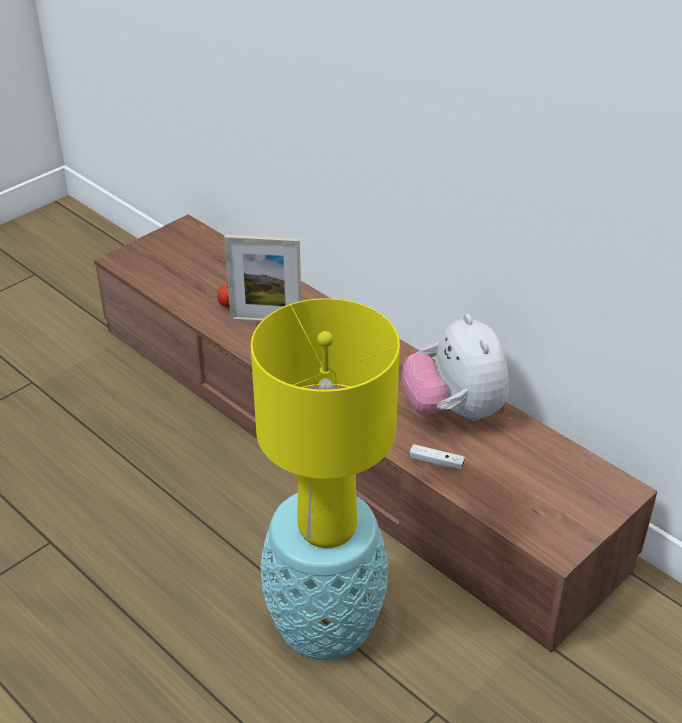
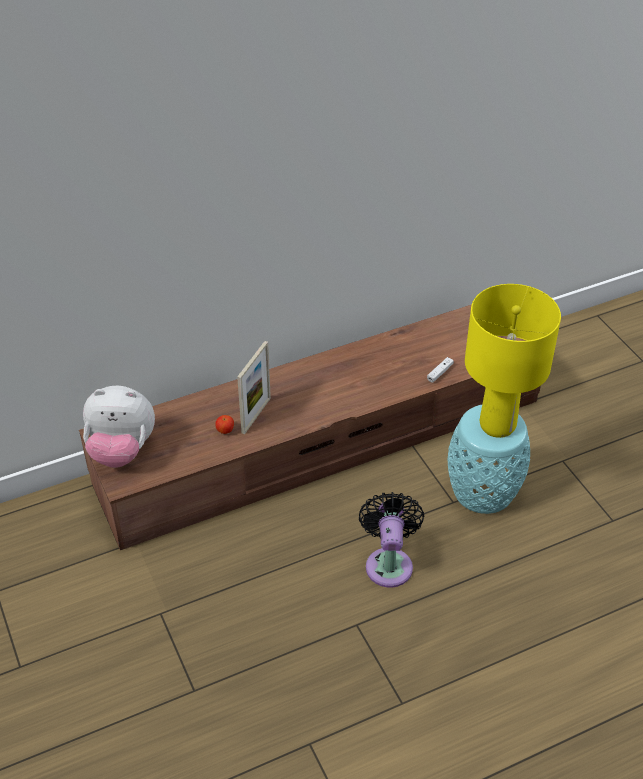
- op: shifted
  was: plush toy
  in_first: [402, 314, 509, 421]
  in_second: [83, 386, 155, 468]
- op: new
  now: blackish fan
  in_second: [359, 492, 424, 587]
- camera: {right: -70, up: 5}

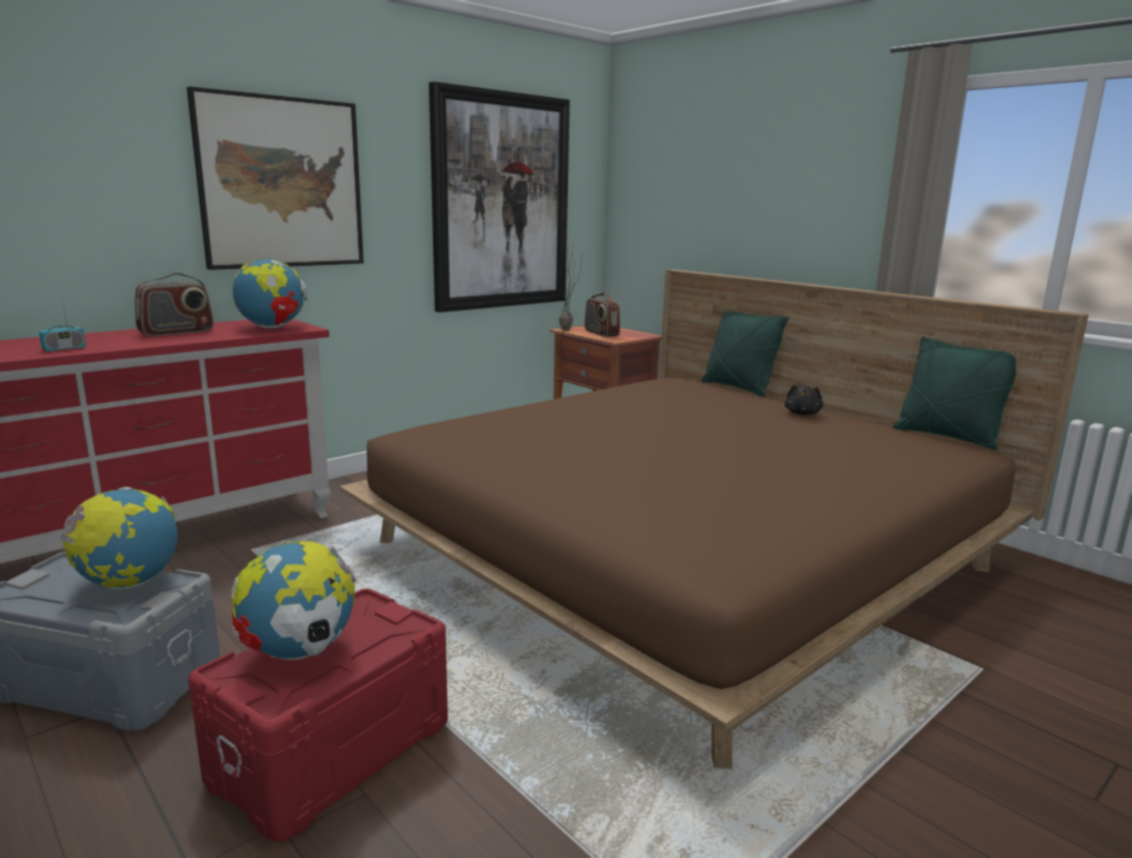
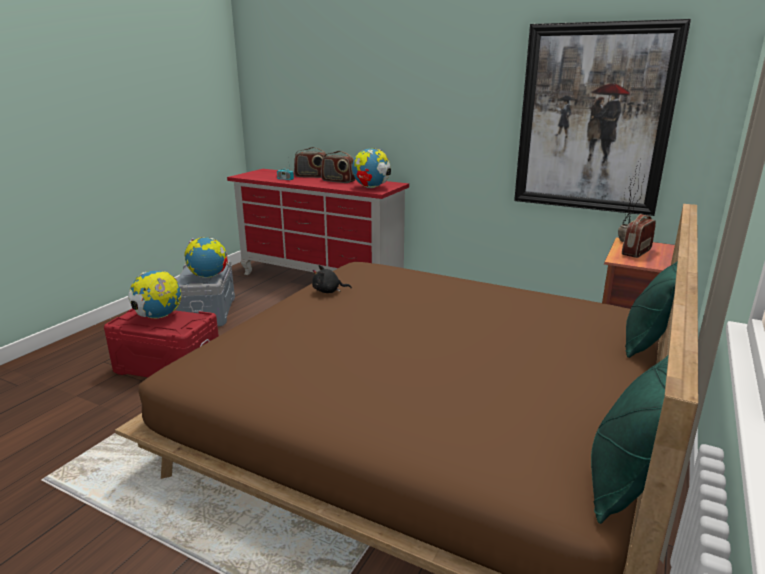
- op: gone
  was: wall art
  in_first: [187, 86, 364, 270]
- op: shifted
  was: blackish plush toy
  in_first: [784, 384, 823, 415]
  in_second: [312, 265, 352, 293]
- op: new
  now: radio receiver
  in_second: [294, 147, 326, 178]
- camera: {right: 70, up: 5}

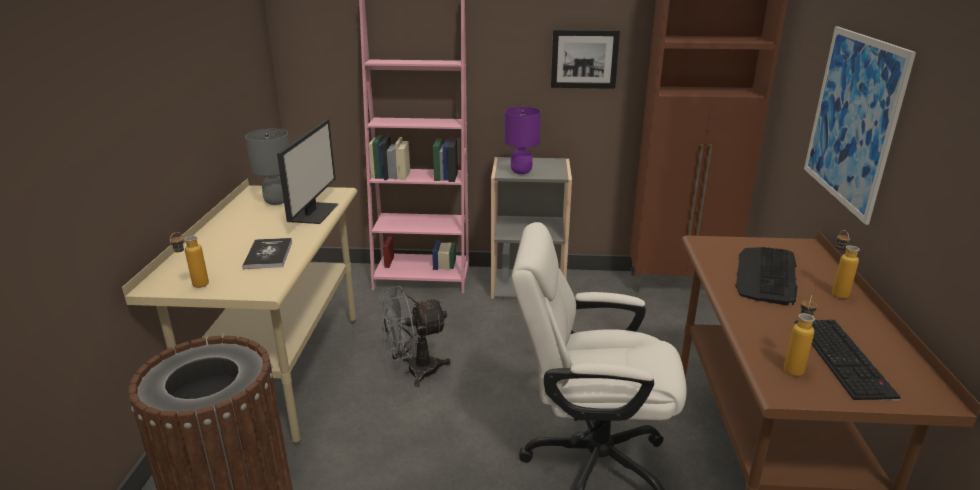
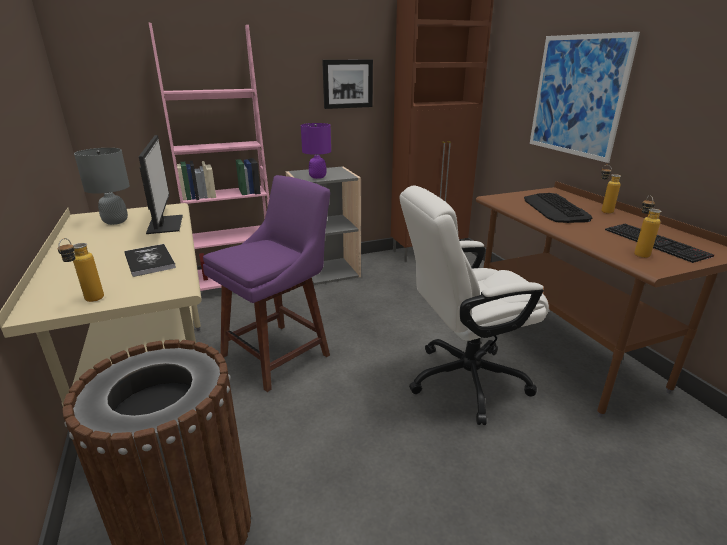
- op: swapped
  was: gray fan
  now: purple-coloured stool
  in_first: [379, 286, 451, 387]
  in_second: [203, 175, 330, 392]
- camera: {right: -25, up: 0}

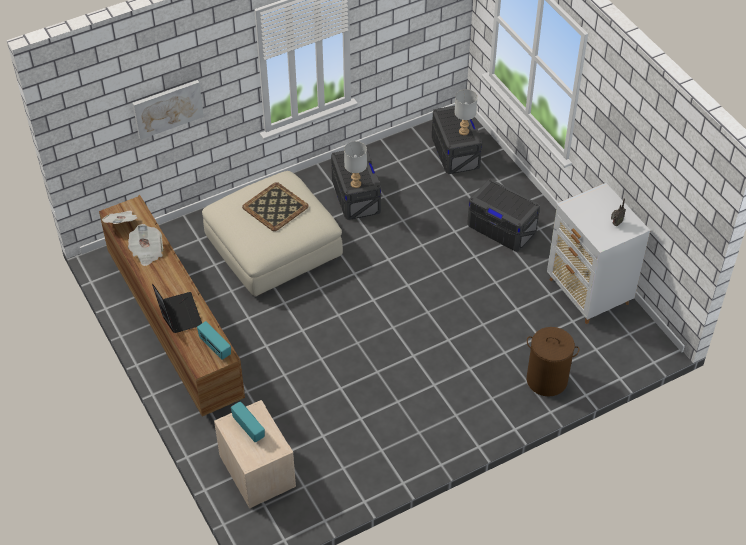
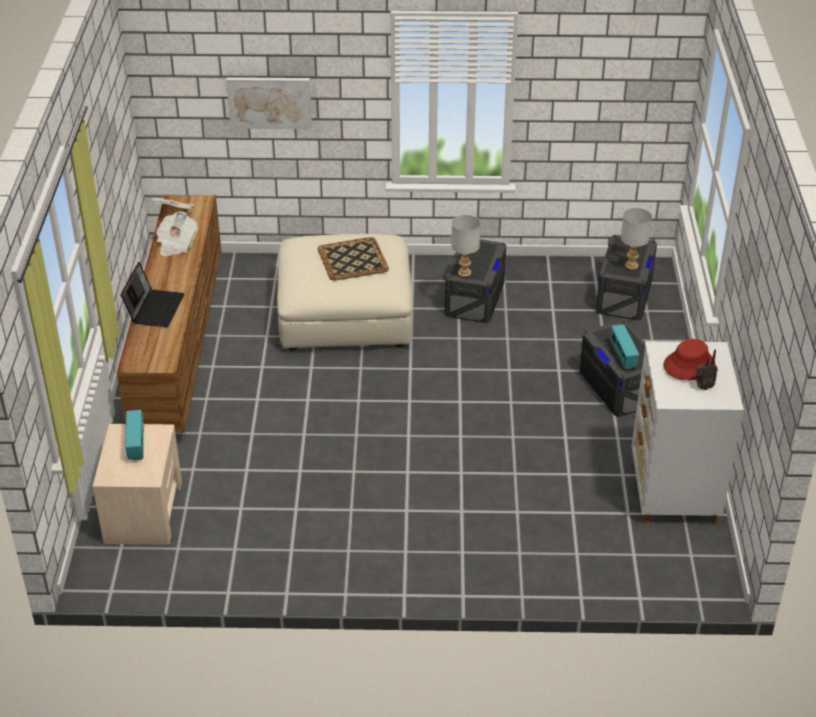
- op: shifted
  was: radio receiver
  in_first: [197, 321, 231, 360]
  in_second: [611, 324, 639, 369]
- op: gone
  was: brown laundry basket
  in_first: [527, 327, 580, 397]
- op: new
  now: reddish hat
  in_second: [664, 339, 715, 380]
- camera: {right: 30, up: -10}

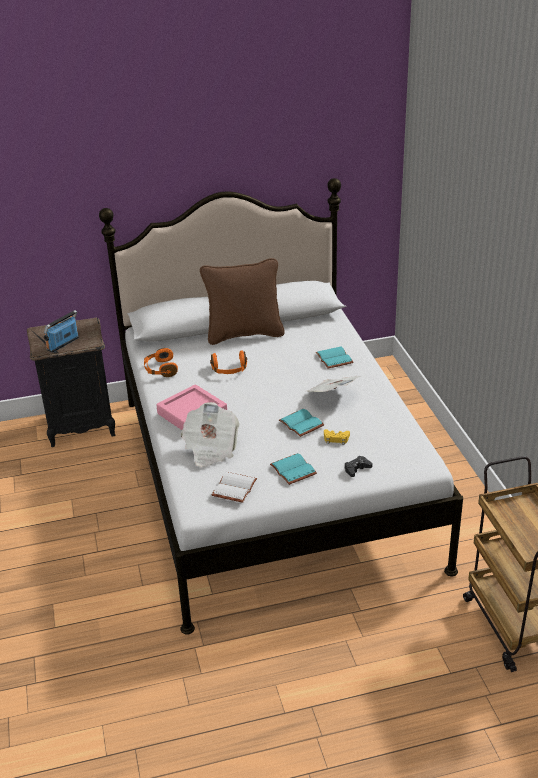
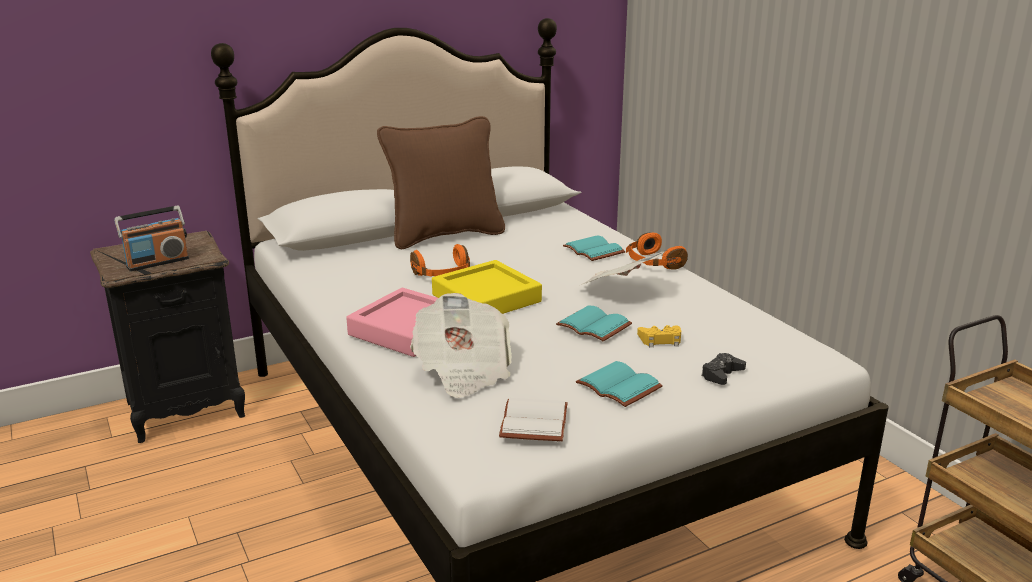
- op: rotated
  was: radio receiver
  in_first: [44, 310, 79, 353]
  in_second: [114, 206, 189, 271]
  clockwise: -150
- op: shifted
  was: orange headphones
  in_first: [144, 348, 178, 377]
  in_second: [626, 233, 688, 270]
- op: new
  now: yellow-coloured tray
  in_second: [432, 260, 542, 314]
- camera: {right: -15, up: -10}

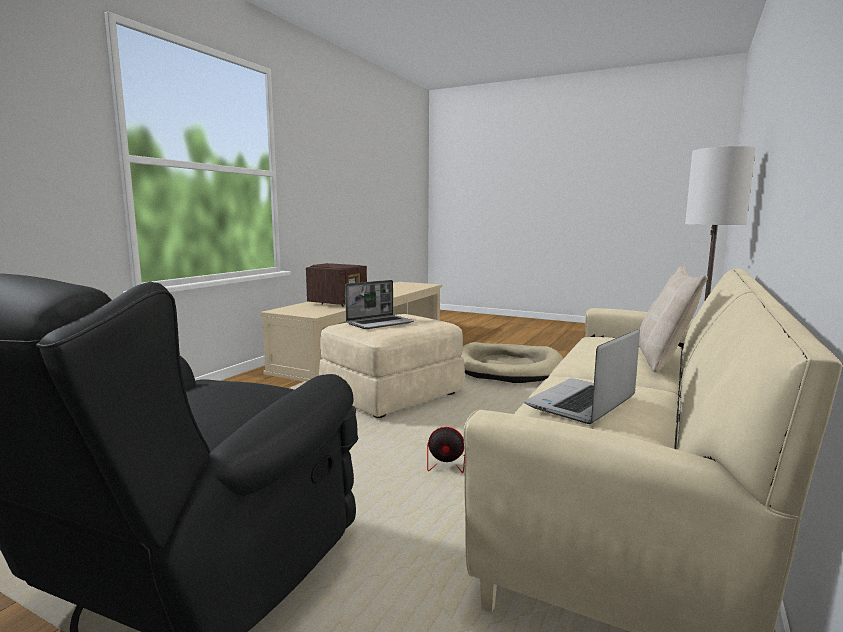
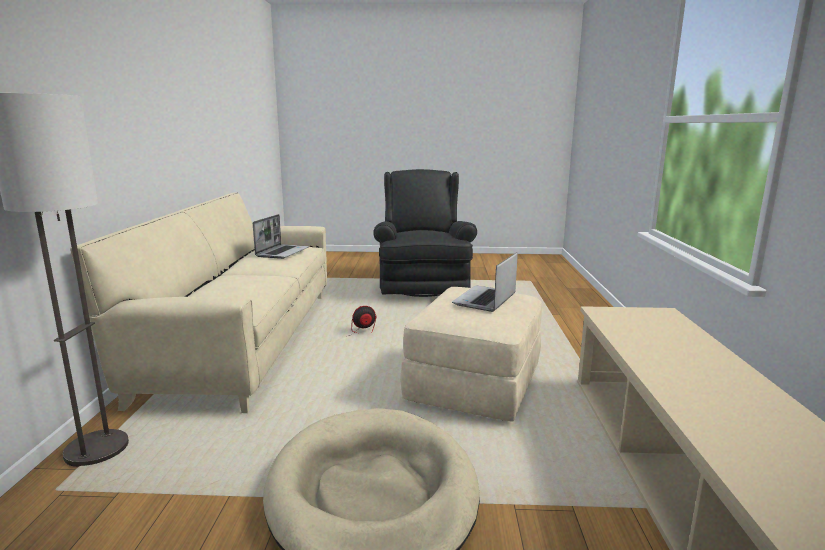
- op: gone
  was: radio receiver
  in_first: [306, 263, 367, 307]
- op: gone
  was: sand-coloured cushion
  in_first: [639, 265, 708, 373]
- camera: {right: 155, up: 5}

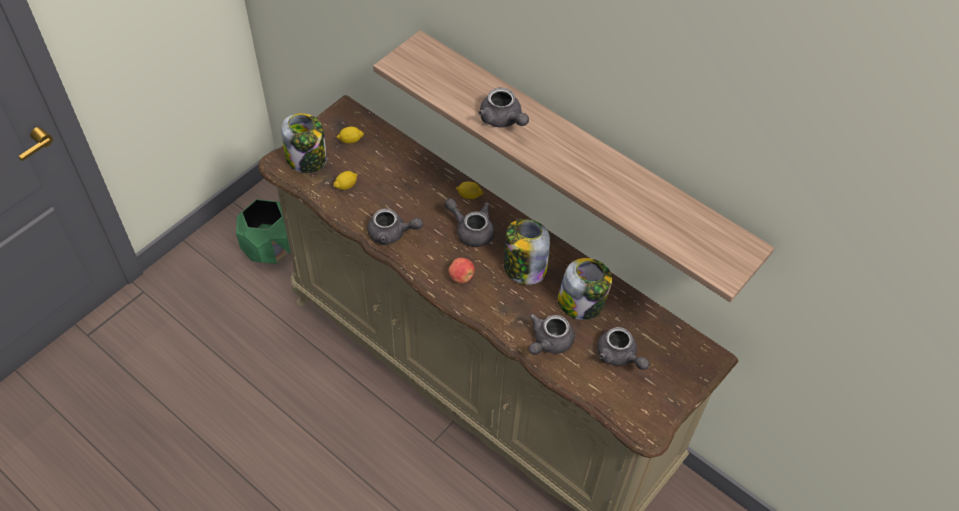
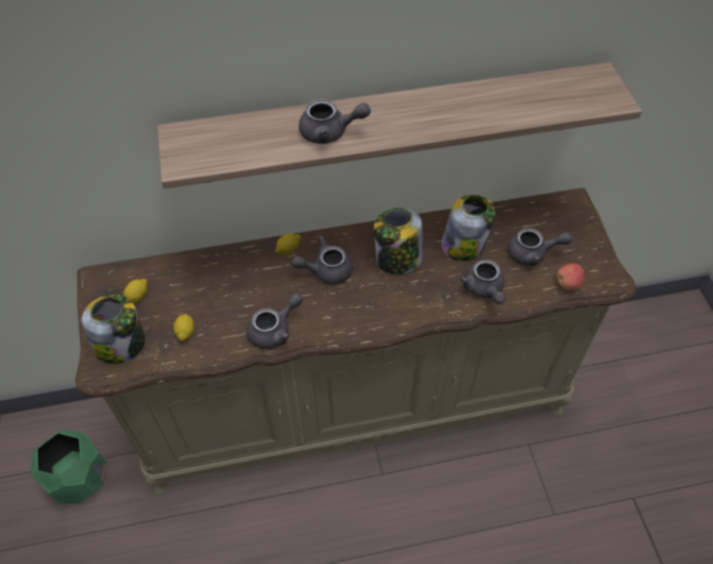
- op: shifted
  was: whole apple
  in_first: [448, 258, 475, 283]
  in_second: [557, 263, 584, 290]
- camera: {right: -50, up: 0}

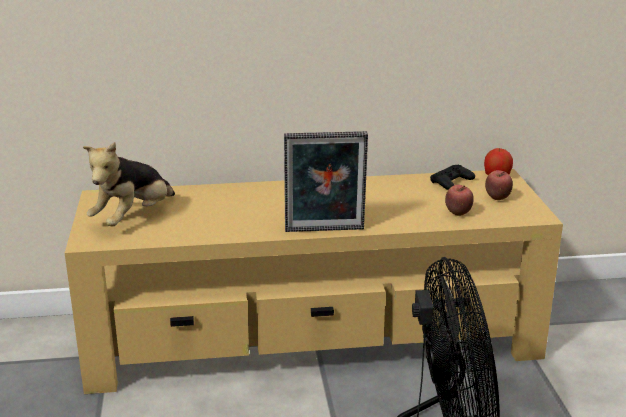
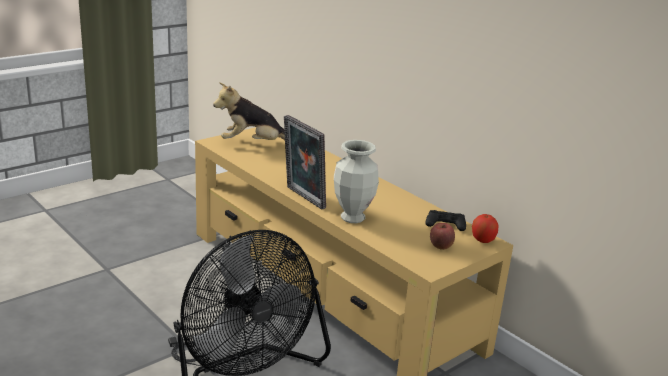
- op: gone
  was: whole apple
  in_first: [445, 185, 474, 216]
- op: new
  now: decorative vase
  in_second: [334, 140, 379, 223]
- camera: {right: 55, up: 0}

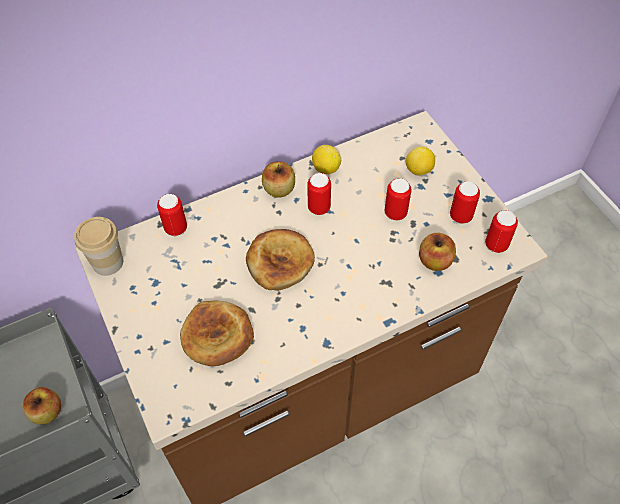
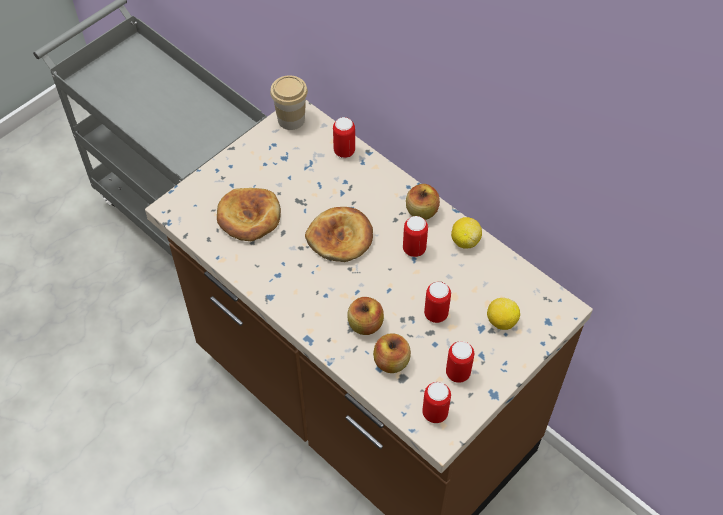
- op: shifted
  was: whole apple
  in_first: [22, 387, 61, 425]
  in_second: [347, 297, 384, 335]
- camera: {right: 70, up: 0}

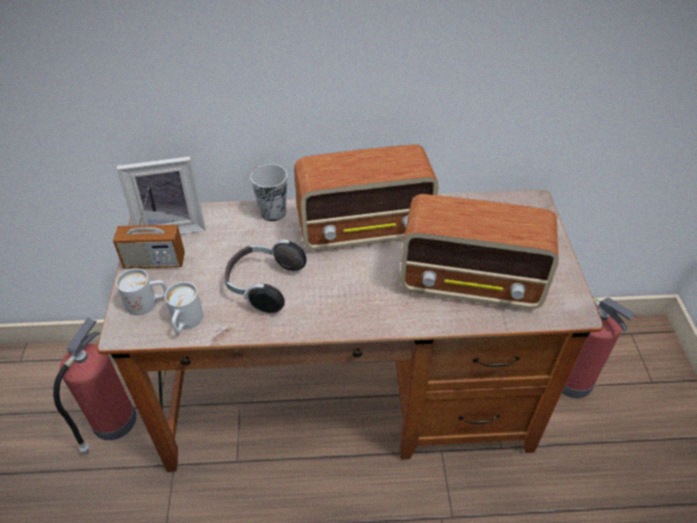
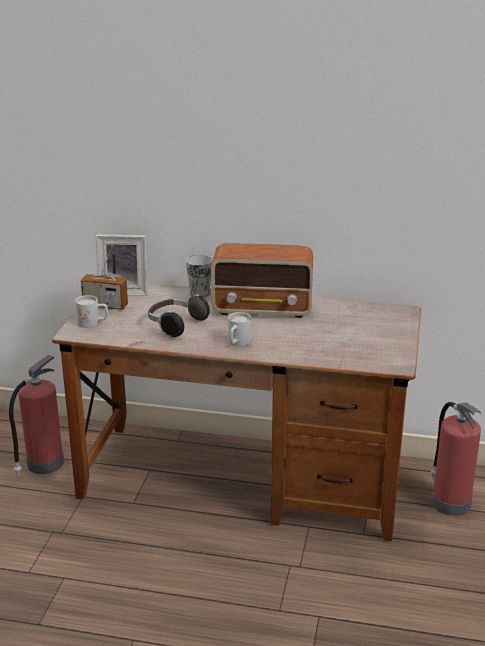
- op: gone
  was: radio receiver
  in_first: [400, 194, 559, 309]
- op: shifted
  was: white tea mug
  in_first: [165, 282, 204, 334]
  in_second: [228, 312, 251, 346]
- camera: {right: 15, up: -20}

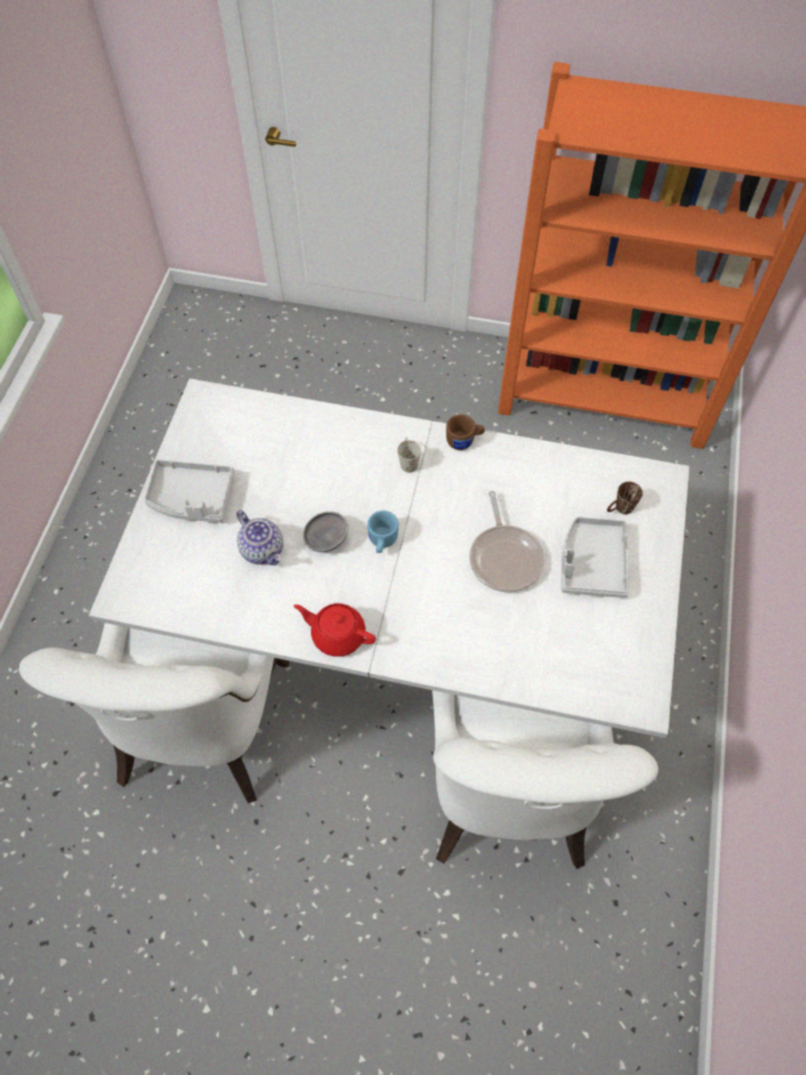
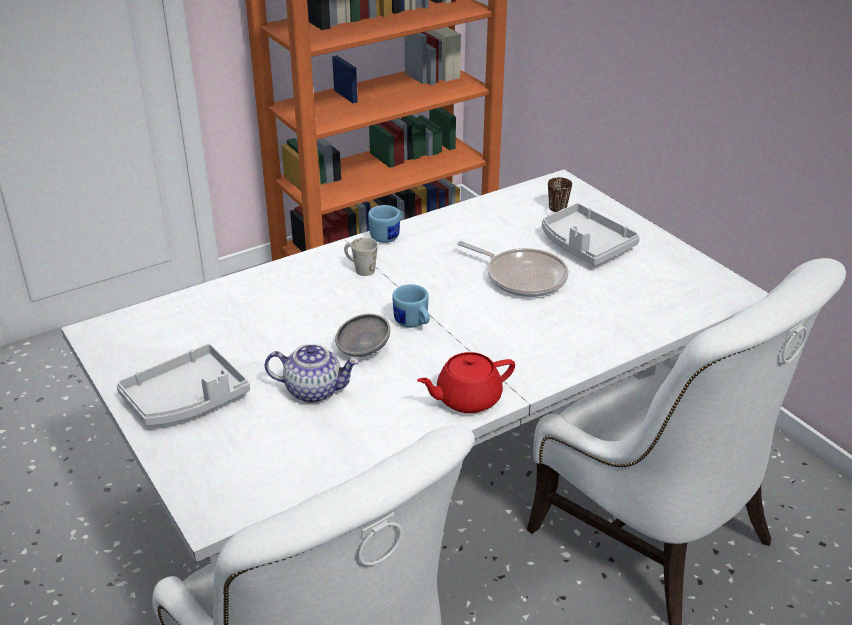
- op: repainted
  was: brown tea mug
  now: bluish tea mug
  in_first: [446, 414, 485, 450]
  in_second: [368, 205, 402, 243]
- camera: {right: -45, up: -25}

